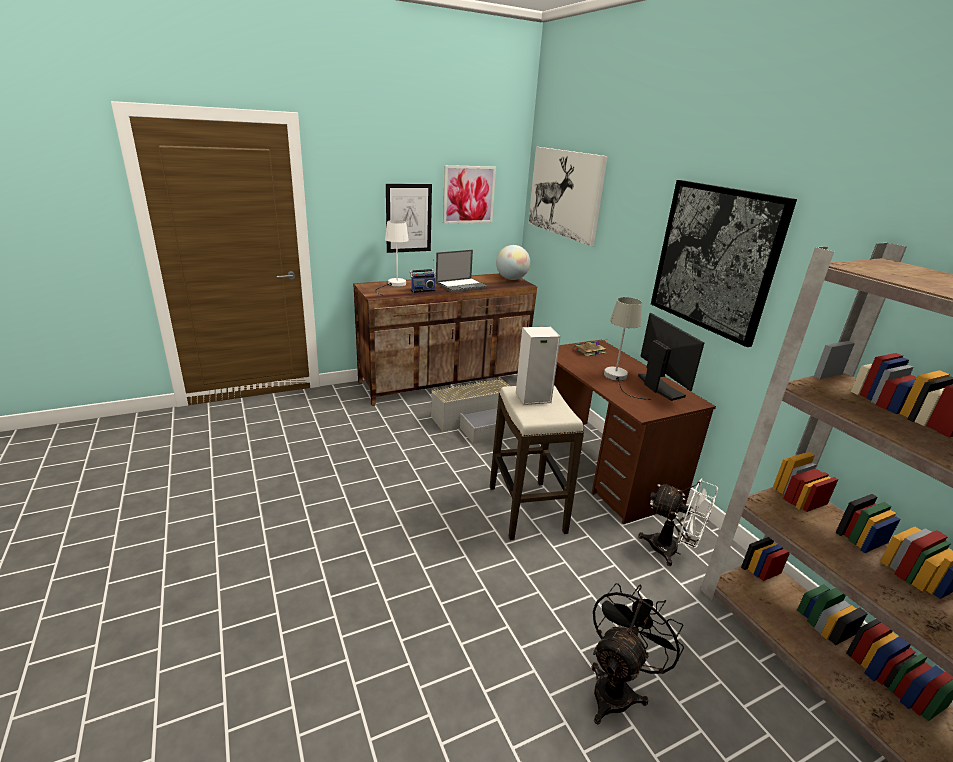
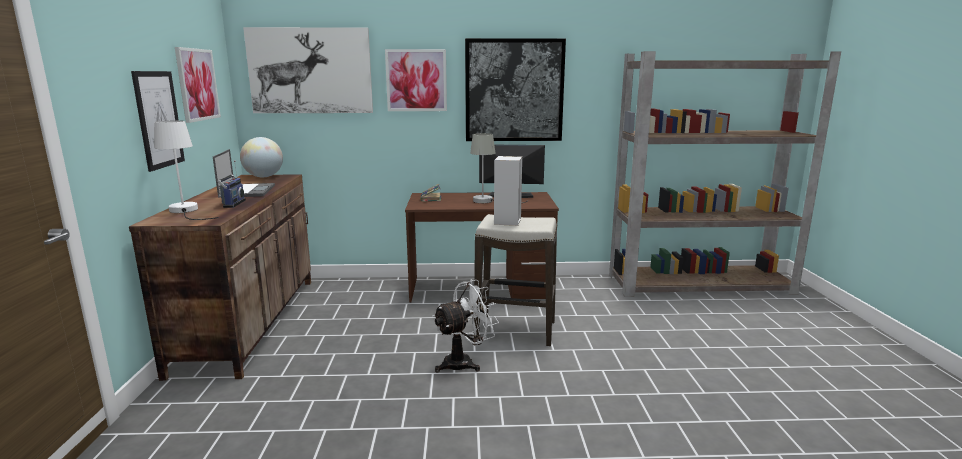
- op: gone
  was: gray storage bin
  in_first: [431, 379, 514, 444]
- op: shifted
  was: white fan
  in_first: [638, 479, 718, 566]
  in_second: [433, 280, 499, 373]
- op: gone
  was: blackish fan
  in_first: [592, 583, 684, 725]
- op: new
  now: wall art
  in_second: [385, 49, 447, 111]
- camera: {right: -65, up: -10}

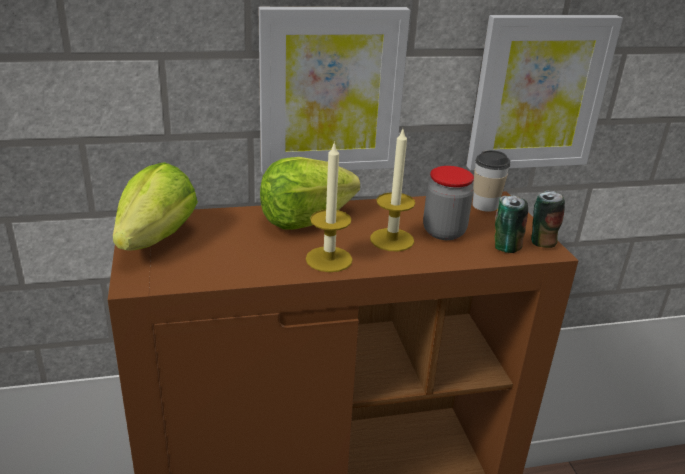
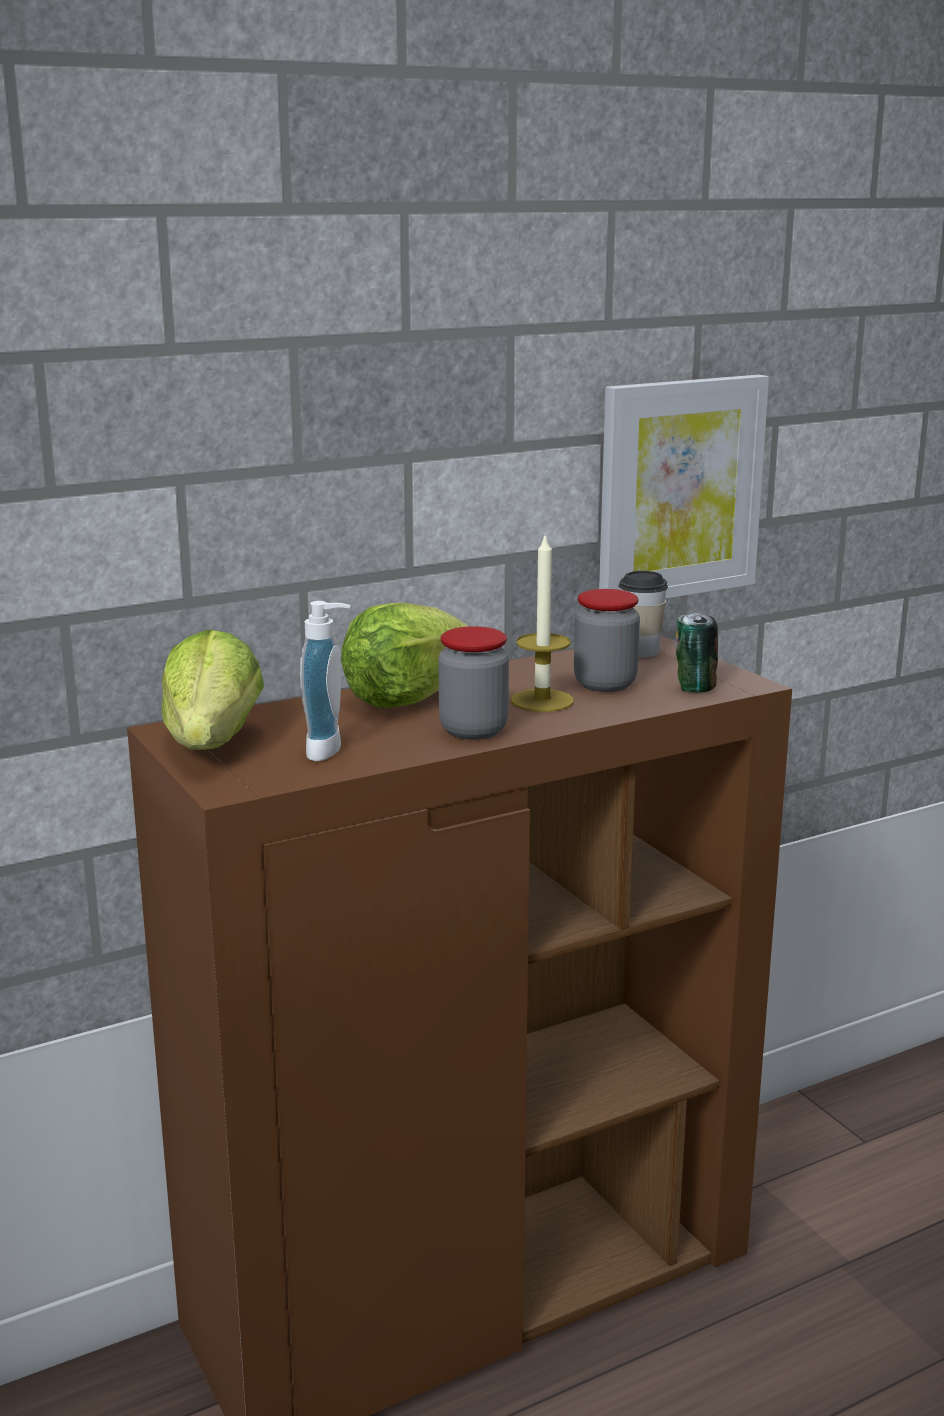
- op: gone
  was: wall art
  in_first: [258, 7, 410, 174]
- op: swapped
  was: candle
  now: jar
  in_first: [306, 141, 353, 272]
  in_second: [439, 626, 509, 740]
- op: gone
  was: metal can
  in_first: [531, 191, 565, 248]
- op: new
  now: soap dispenser
  in_second: [300, 601, 351, 761]
- camera: {right: -15, up: -10}

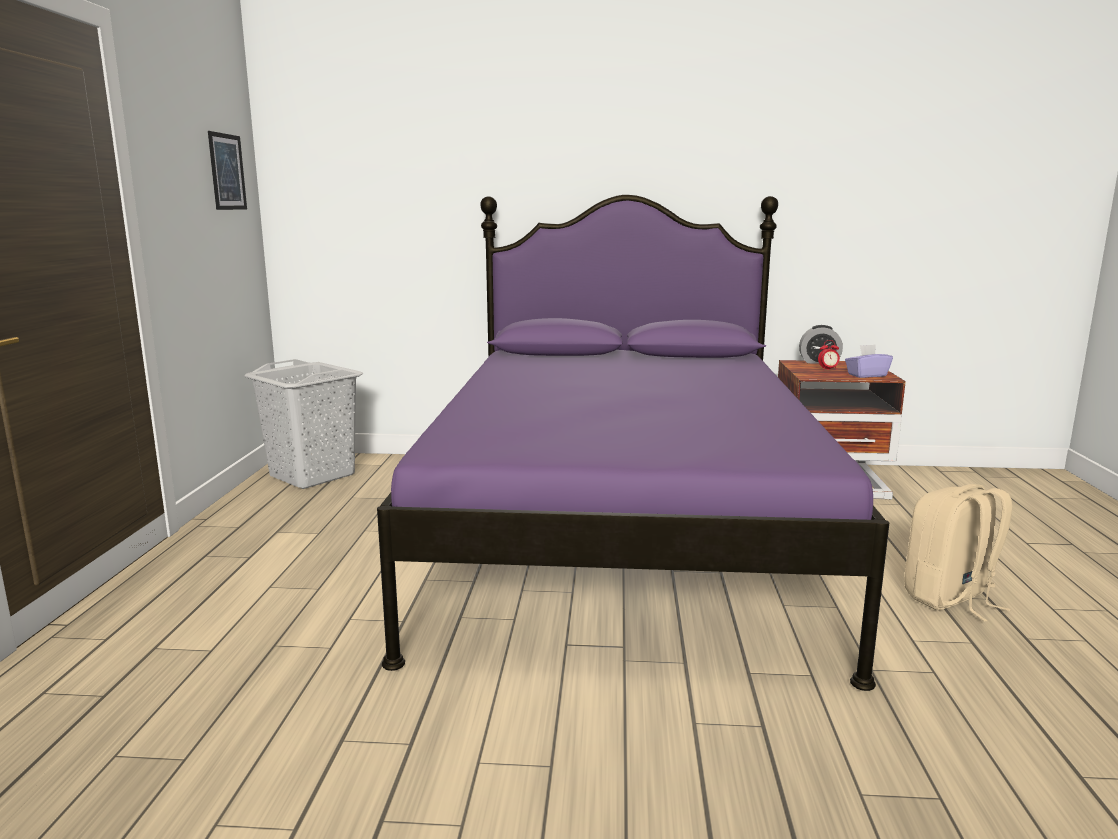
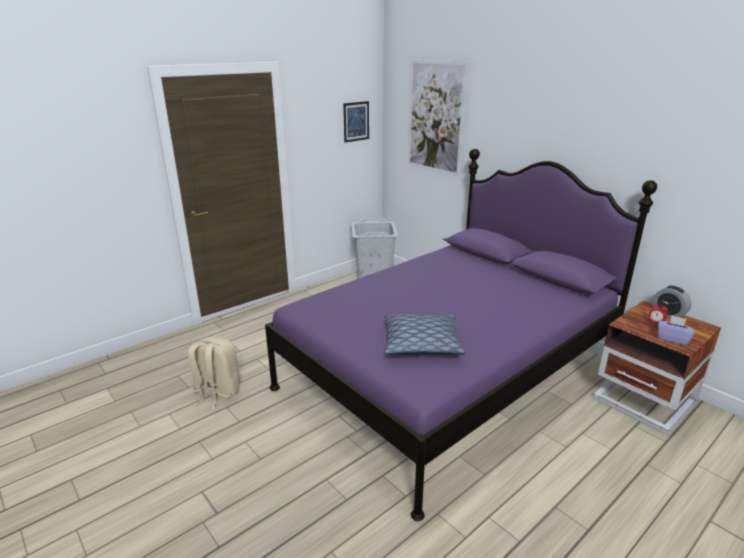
- op: shifted
  was: sand-coloured rucksack
  in_first: [904, 484, 1012, 621]
  in_second: [188, 337, 240, 409]
- op: new
  now: wall art
  in_second: [408, 60, 468, 177]
- op: new
  now: cushion
  in_second: [385, 314, 465, 355]
- camera: {right: 45, up: 10}

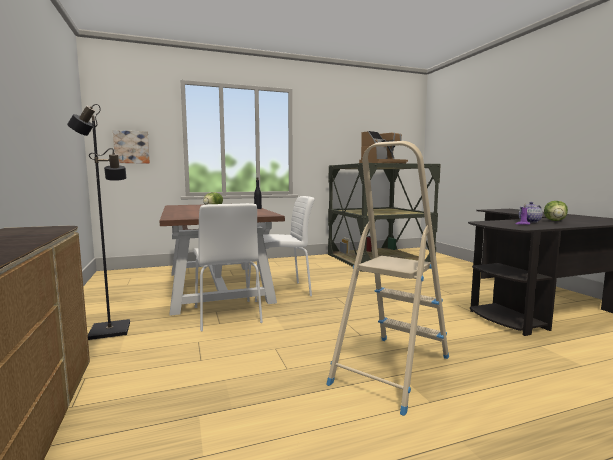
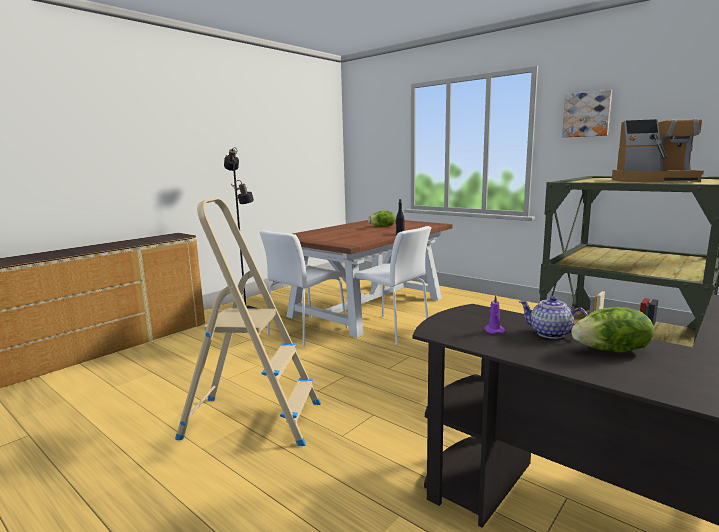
- op: shifted
  was: wall art
  in_first: [113, 130, 150, 164]
  in_second: [562, 90, 612, 138]
- camera: {right: 60, up: 5}

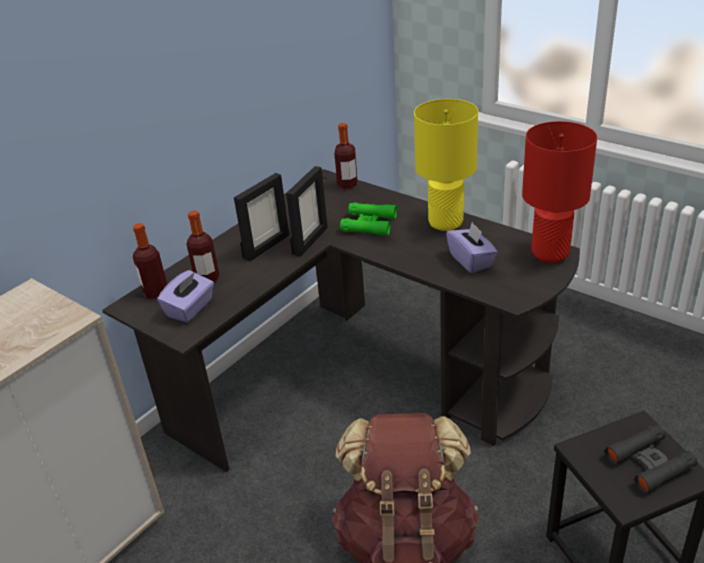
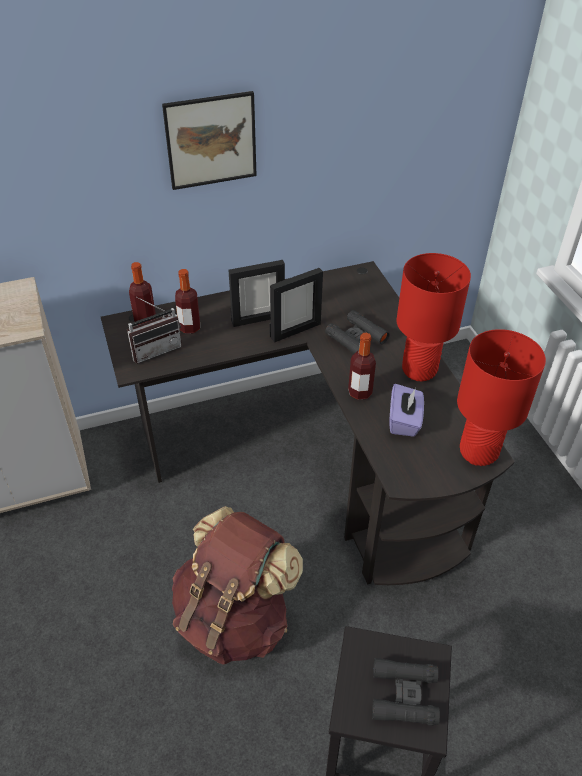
- op: repainted
  was: yellow-coloured table lamp
  now: reddish table lamp
  in_first: [414, 99, 478, 231]
  in_second: [396, 253, 471, 382]
- op: shifted
  was: beverage bottle
  in_first: [334, 123, 358, 189]
  in_second: [348, 333, 376, 400]
- op: repainted
  was: greenish field glasses
  now: blackish field glasses
  in_first: [340, 203, 397, 236]
  in_second: [325, 310, 390, 354]
- op: swapped
  was: purple-coloured tissue box
  now: radio receiver
  in_first: [157, 270, 214, 323]
  in_second: [127, 297, 182, 363]
- op: new
  now: wall art
  in_second: [162, 91, 257, 190]
- camera: {right: 30, up: 10}

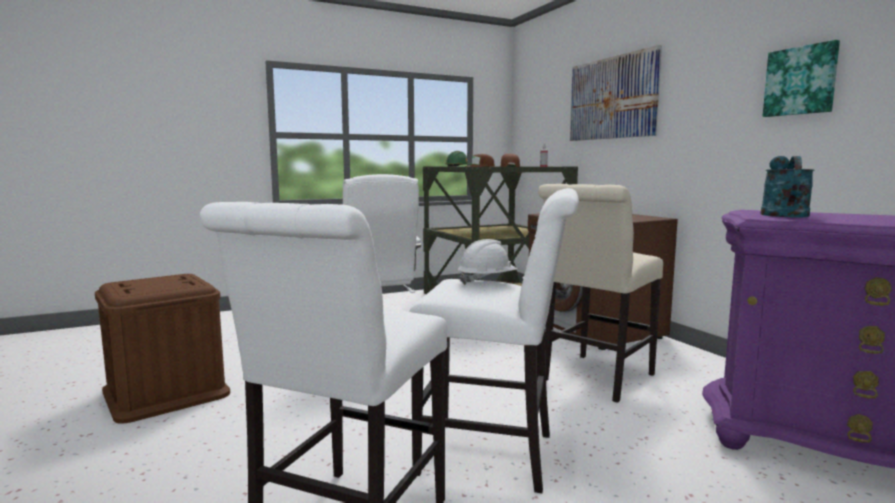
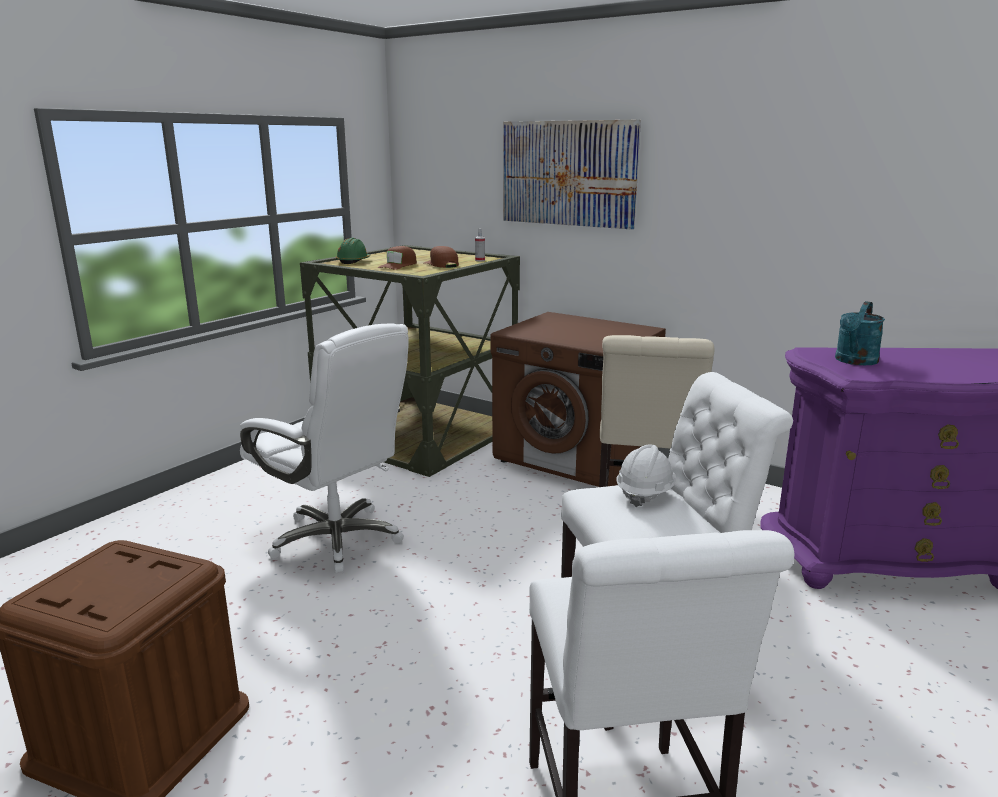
- op: gone
  was: wall art
  in_first: [763, 40, 840, 117]
- op: rotated
  was: blue-green watering can
  in_first: [761, 156, 814, 217]
  in_second: [835, 301, 885, 365]
  clockwise: -135
- camera: {right: -30, up: 10}

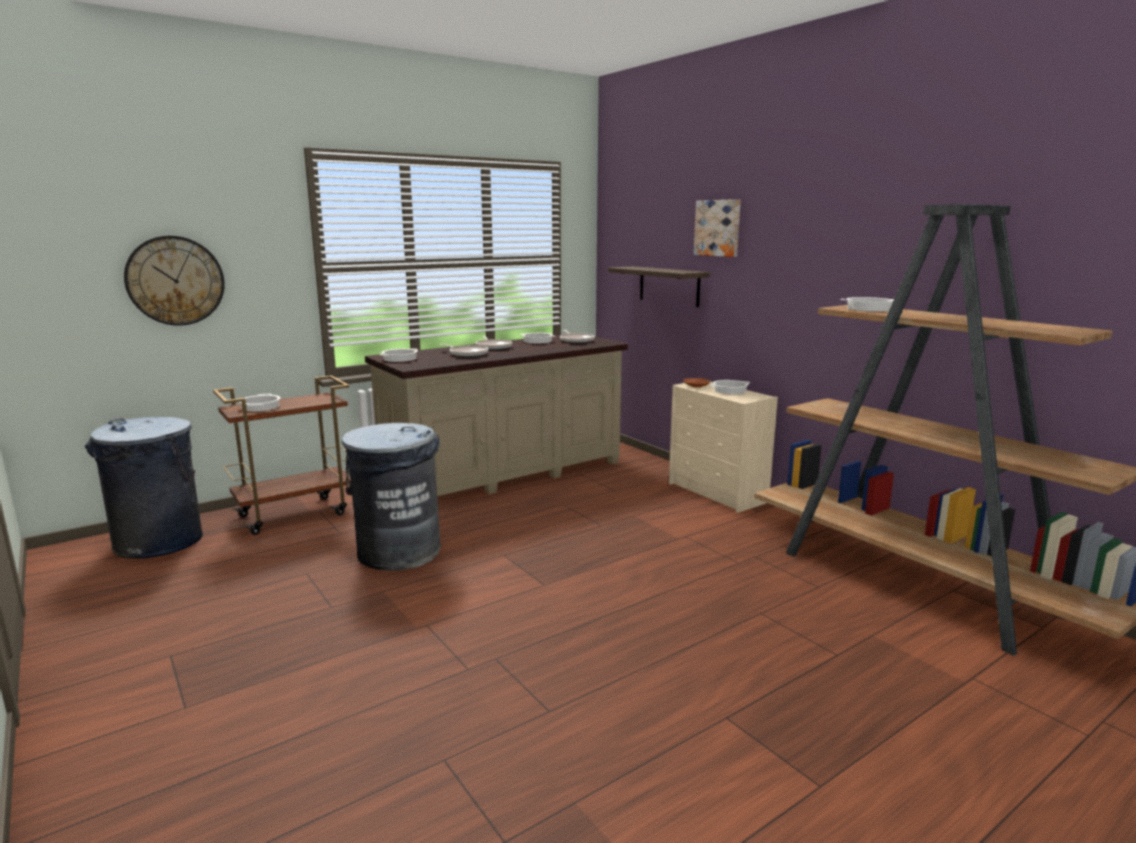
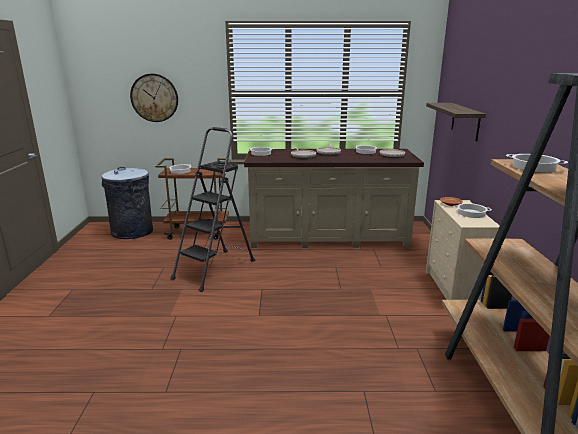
- op: gone
  was: wall art
  in_first: [694, 199, 741, 257]
- op: swapped
  was: gray rubbish bin
  now: stepladder
  in_first: [342, 423, 441, 571]
  in_second: [170, 127, 256, 292]
- camera: {right: 35, up: 5}

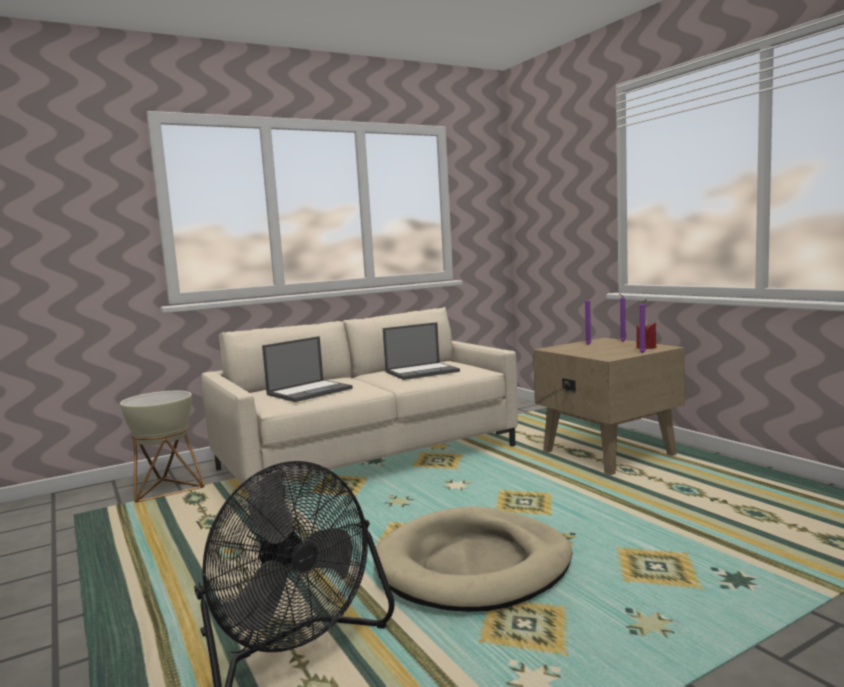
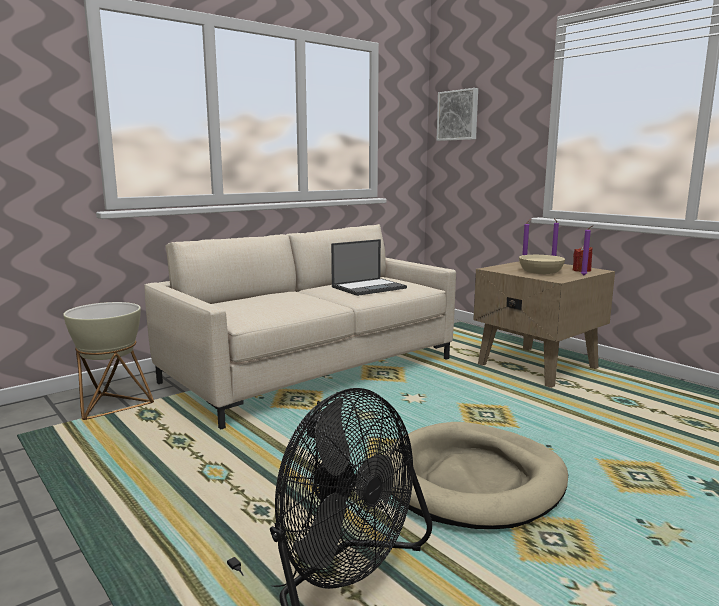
- op: gone
  was: notebook computer
  in_first: [262, 336, 353, 402]
- op: new
  now: wall art
  in_second: [437, 88, 478, 141]
- op: new
  now: sand-coloured bowl
  in_second: [519, 255, 565, 274]
- camera: {right: -10, up: 5}

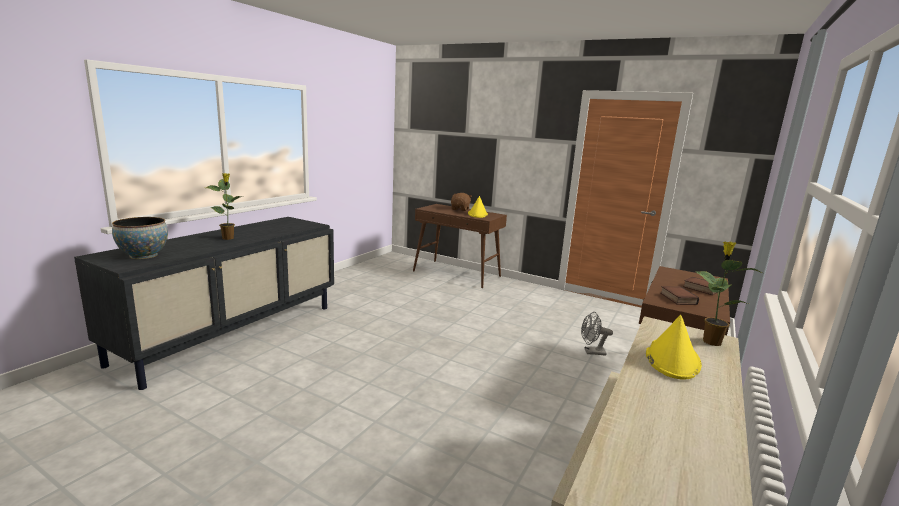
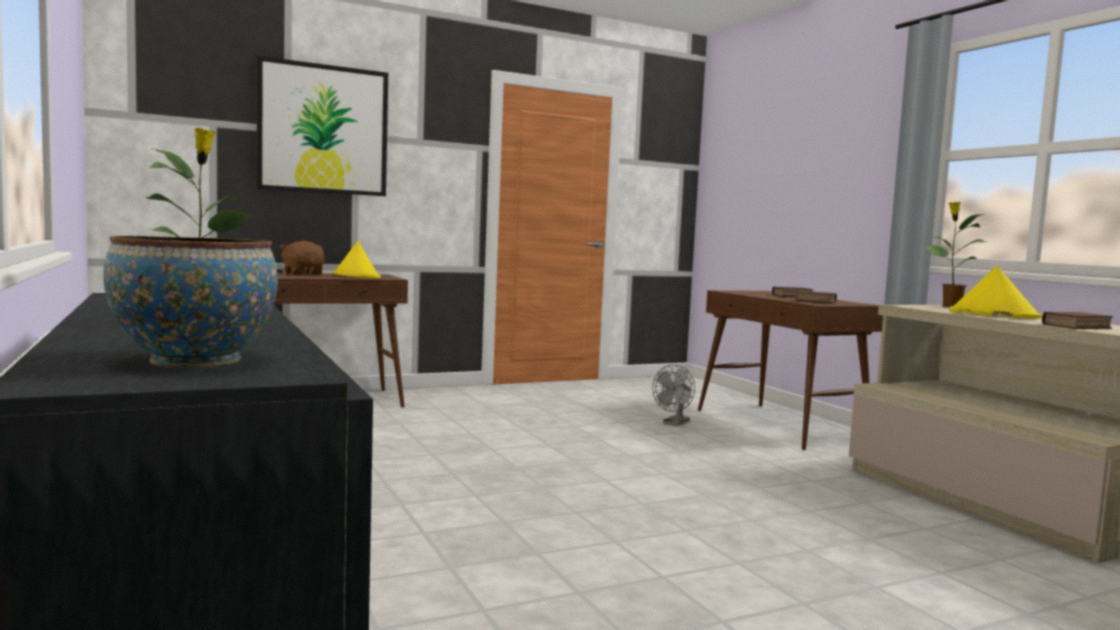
- op: new
  now: wall art
  in_second: [257, 56, 388, 196]
- op: new
  now: bound book
  in_second: [1042, 312, 1113, 329]
- camera: {right: -55, up: -10}

